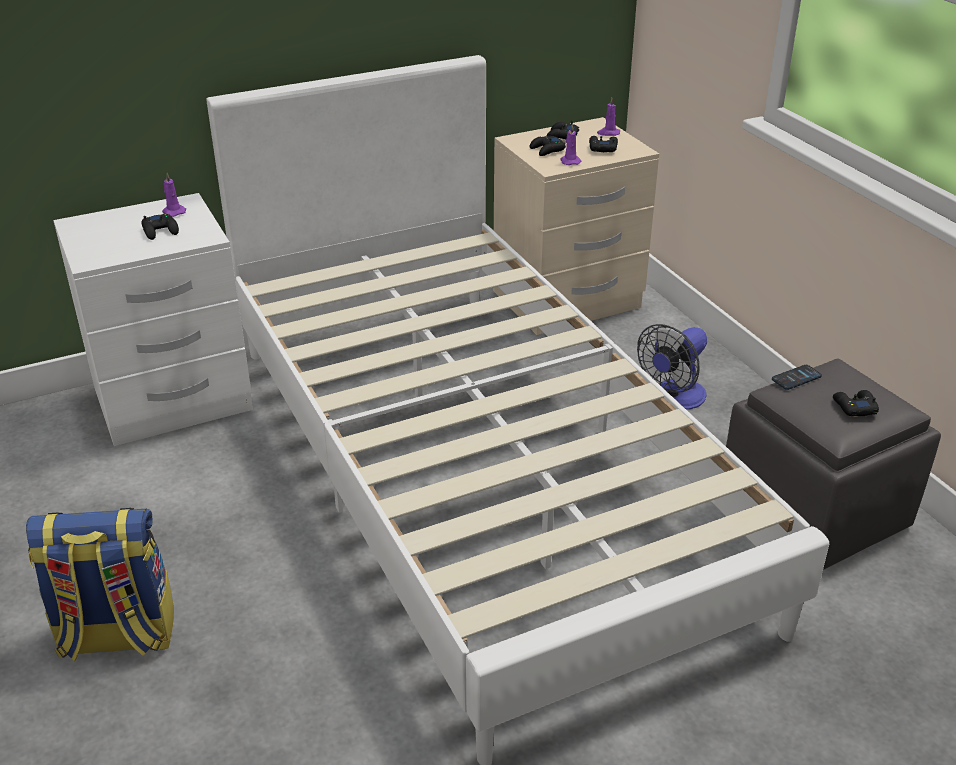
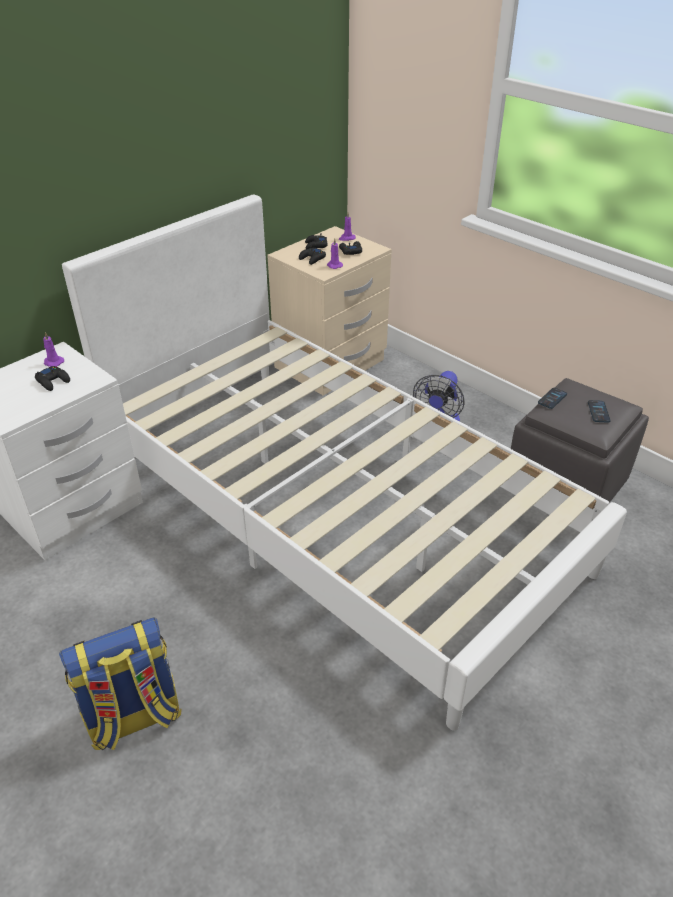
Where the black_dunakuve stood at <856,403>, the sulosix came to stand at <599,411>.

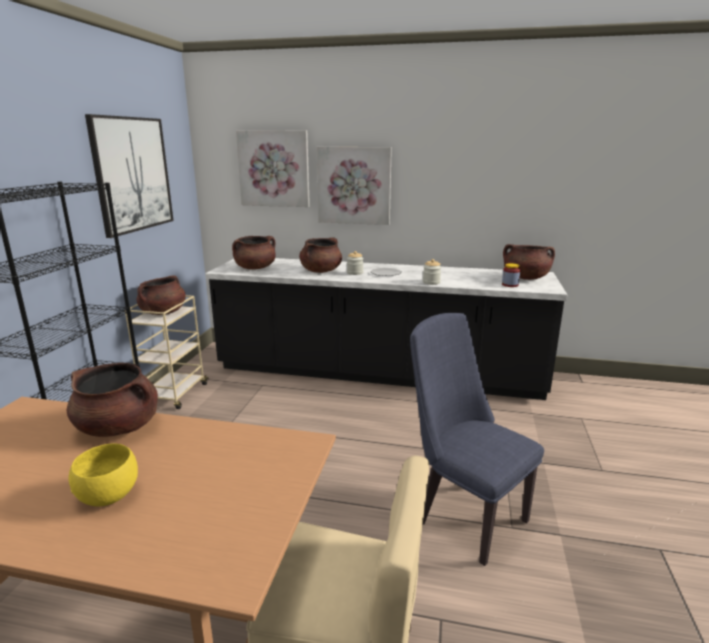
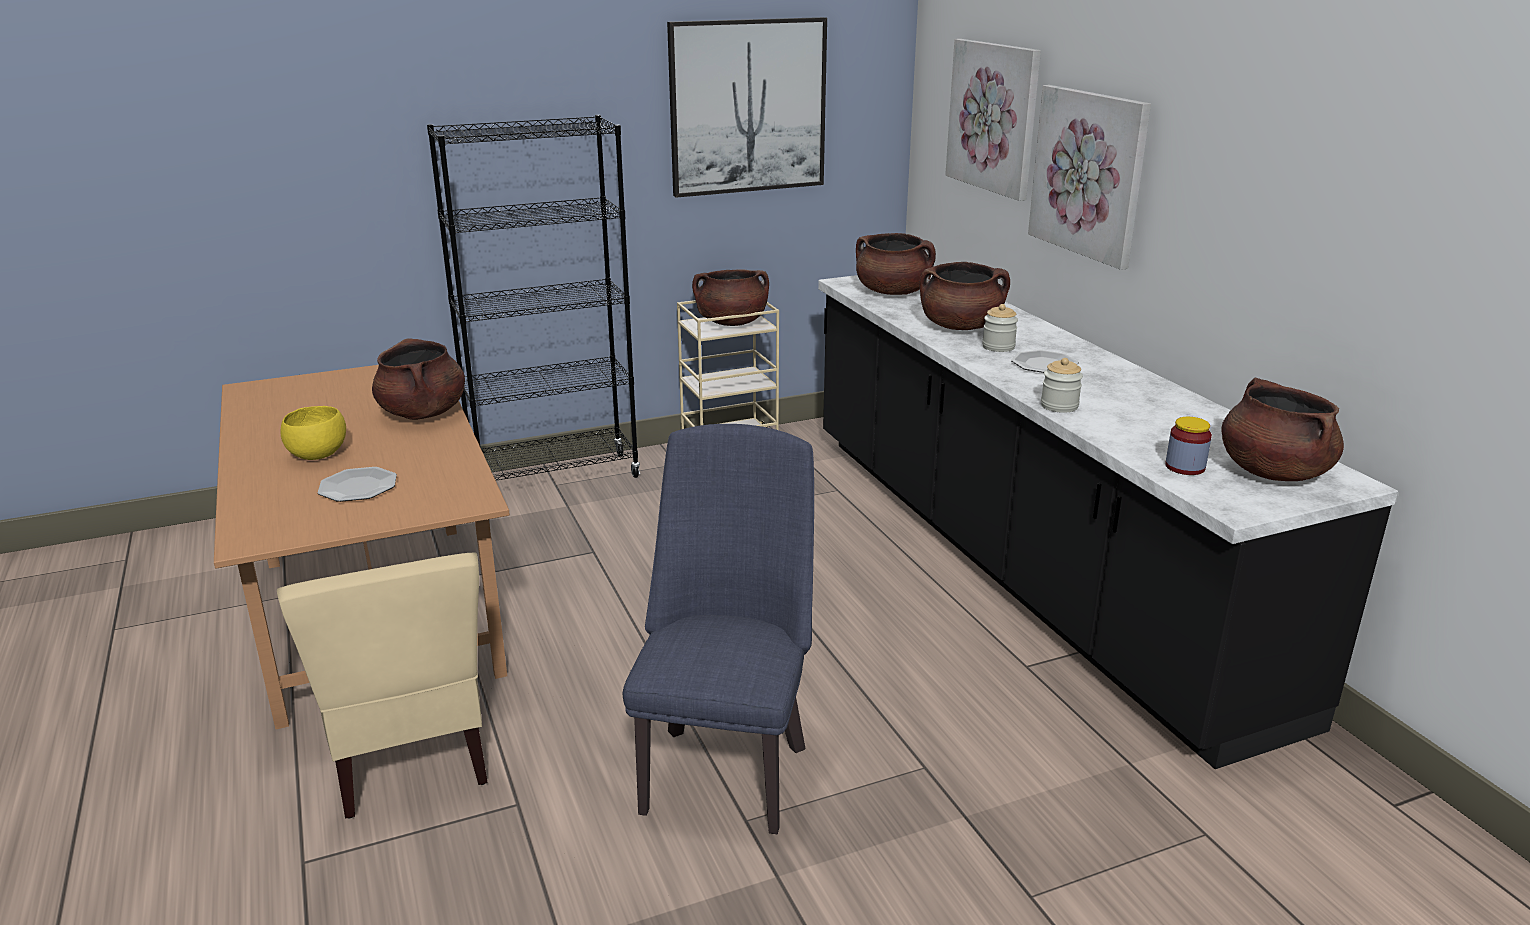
The second view gained the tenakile at <357,484>.

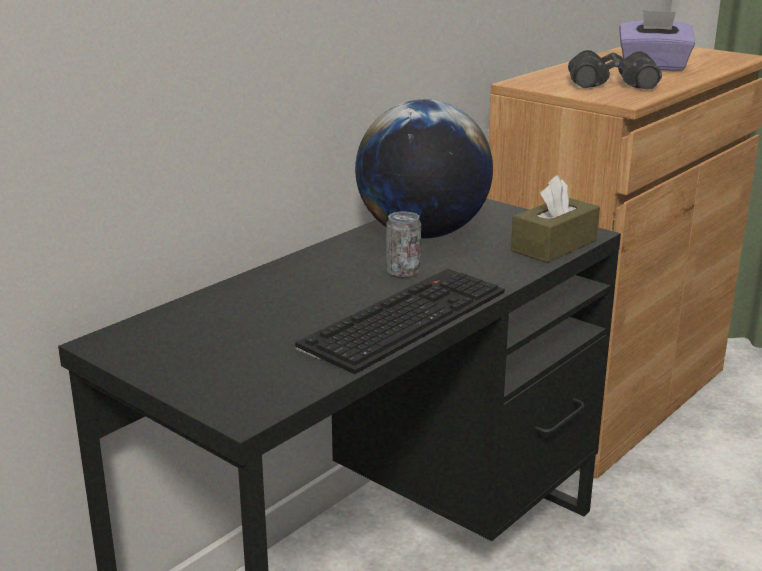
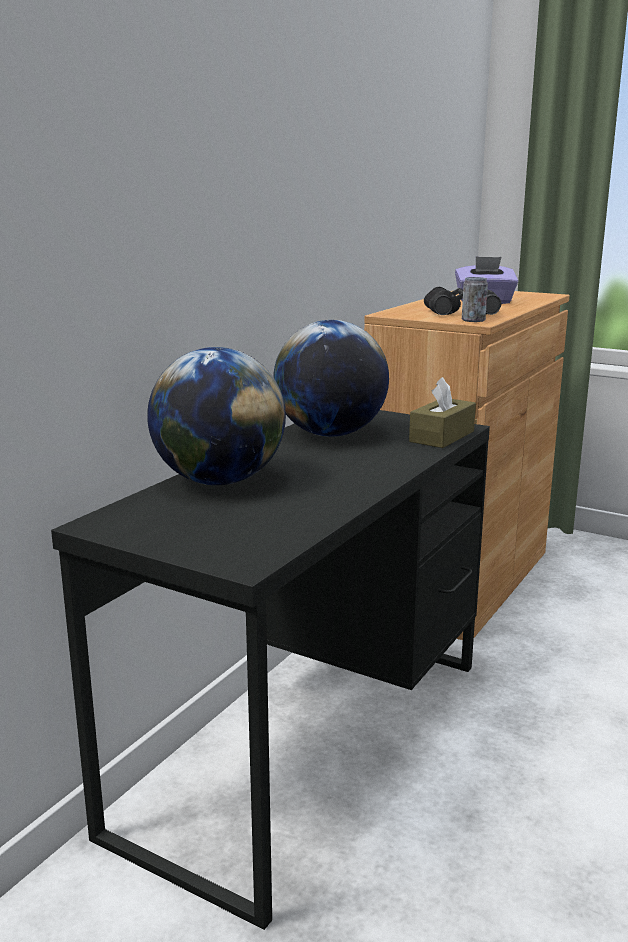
The second view lost the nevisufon at <400,321>.
The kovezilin ended up elsewhere, having gone from <403,244> to <475,299>.
The second view gained the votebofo at <216,416>.

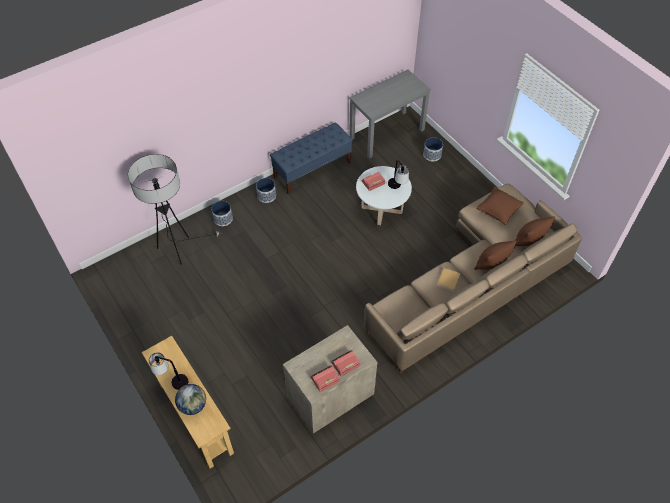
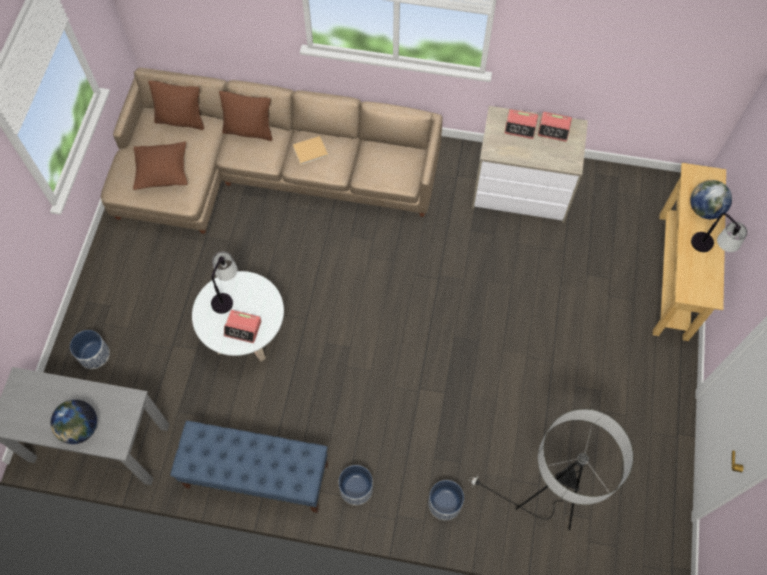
The second view gained the votebofo at <74,422>.

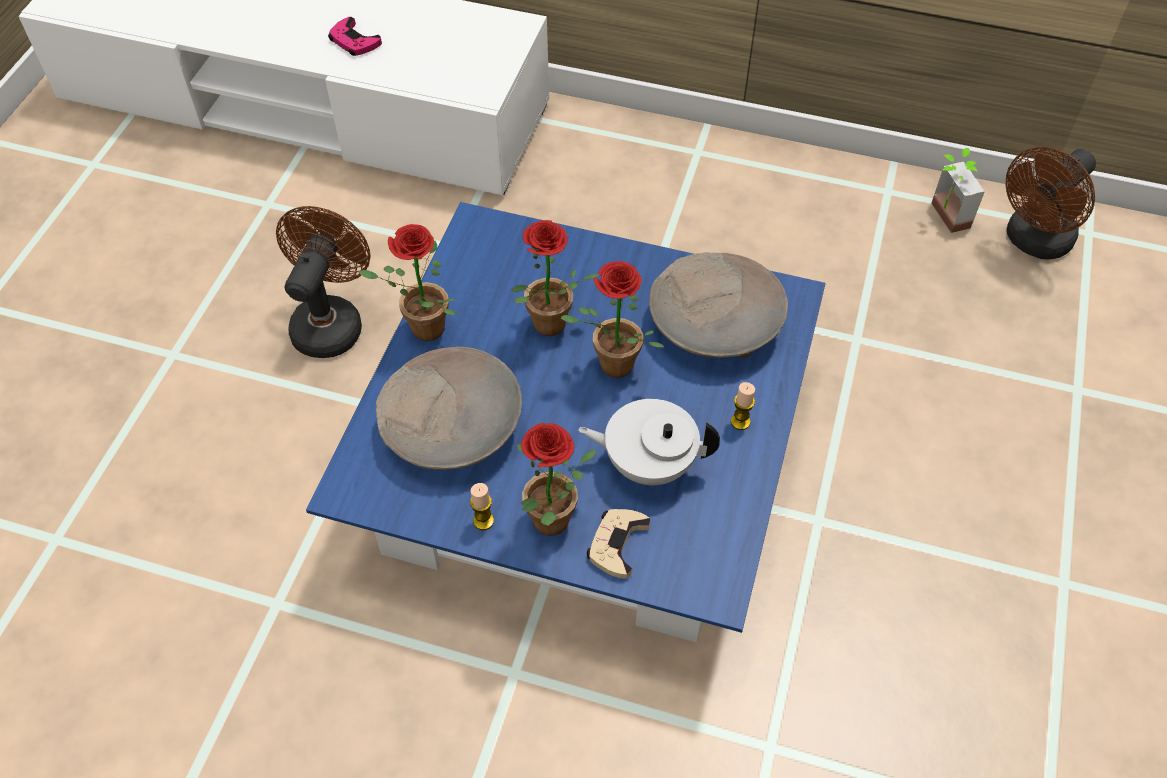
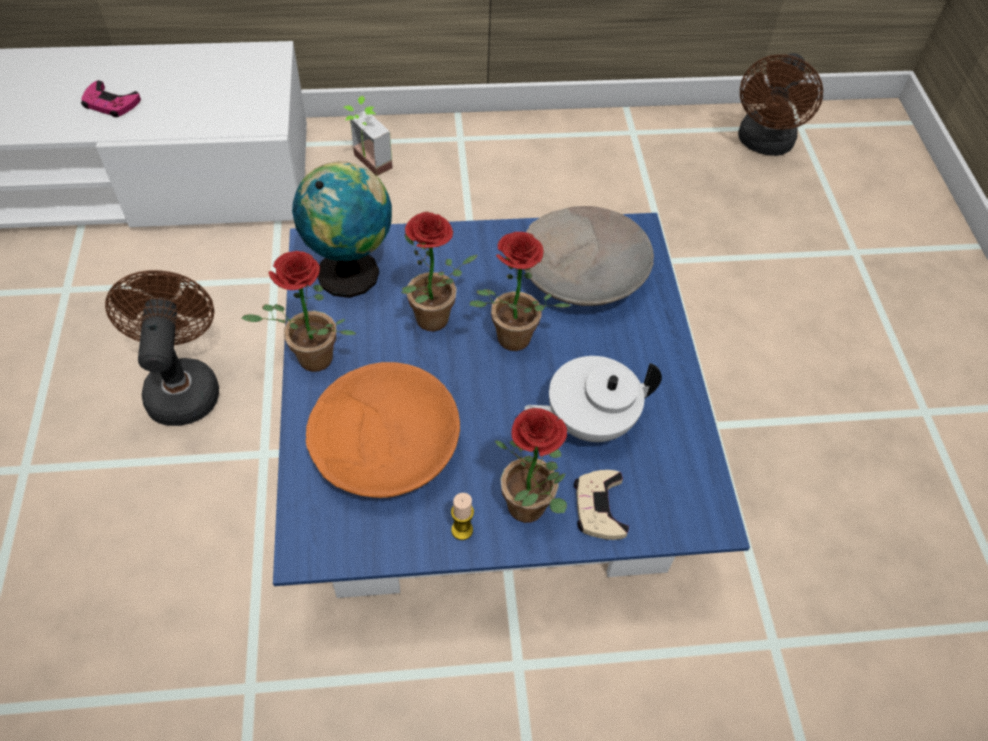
What was the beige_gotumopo at <449,408> turned into the orange_gotumopo at <383,430>.
The second view lost the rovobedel at <743,406>.
The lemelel ended up elsewhere, having gone from <958,190> to <368,136>.
The second view gained the votebofo at <342,229>.

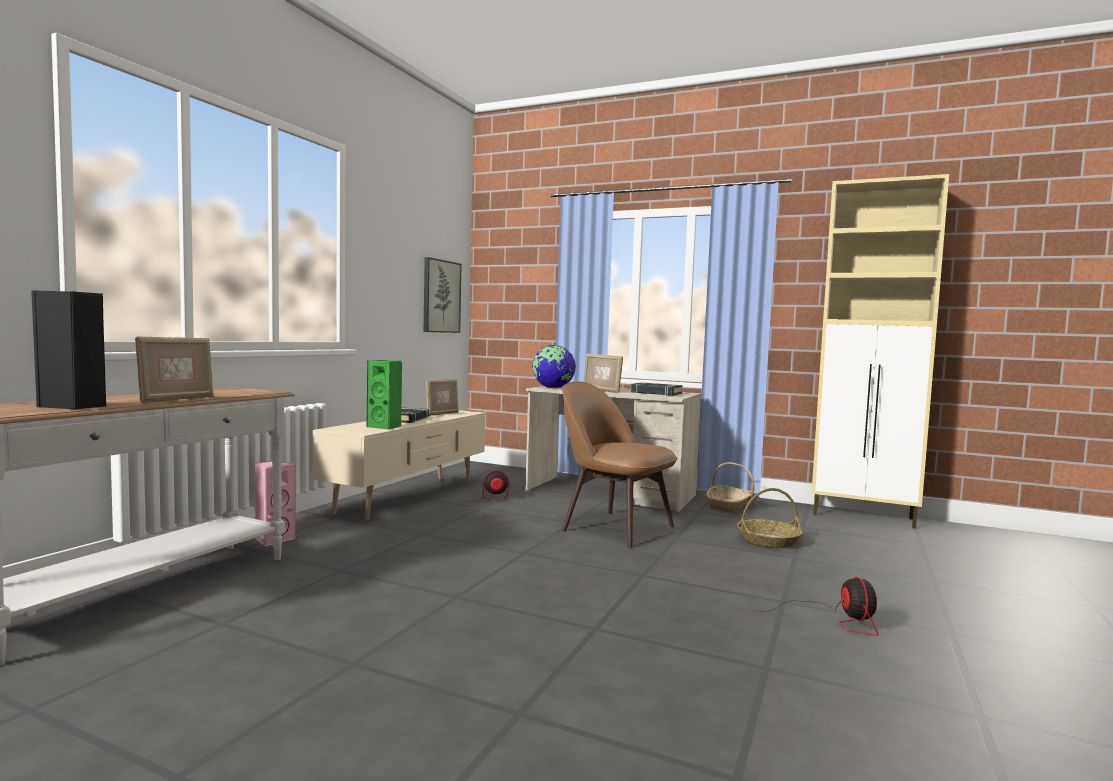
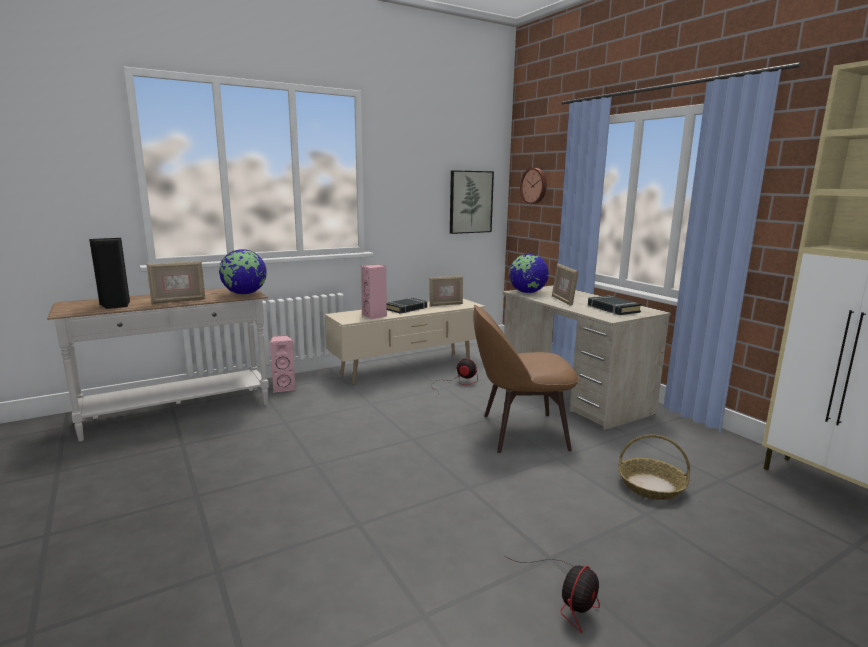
What was the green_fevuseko at <384,395> turned into the pink_fevuseko at <374,292>.
The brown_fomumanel at <620,464> ended up facing another way, 75 degrees counterclockwise from before.
The second view lost the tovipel at <731,487>.
The second view gained the votebofo at <243,272>.
The second view gained the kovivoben at <533,186>.

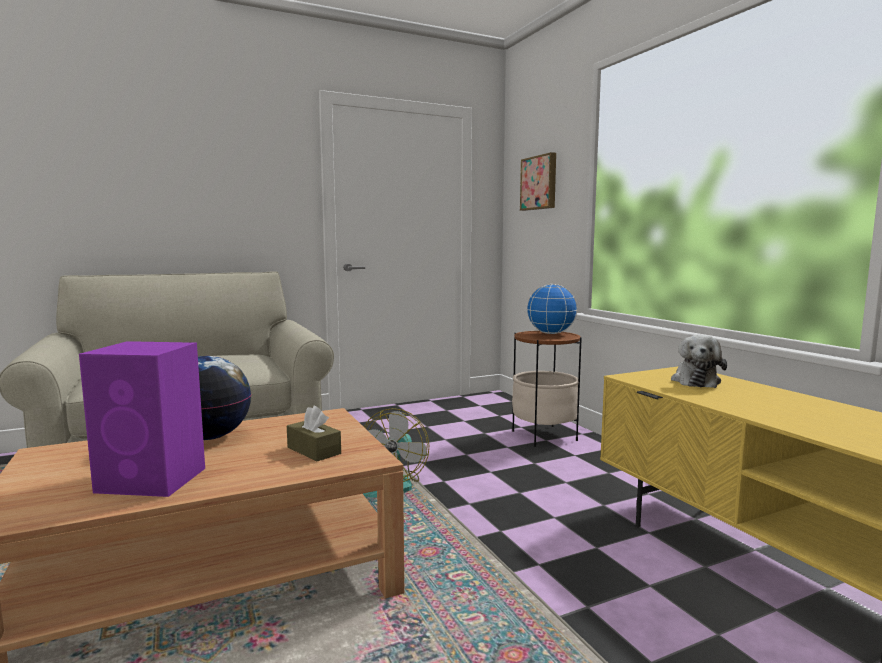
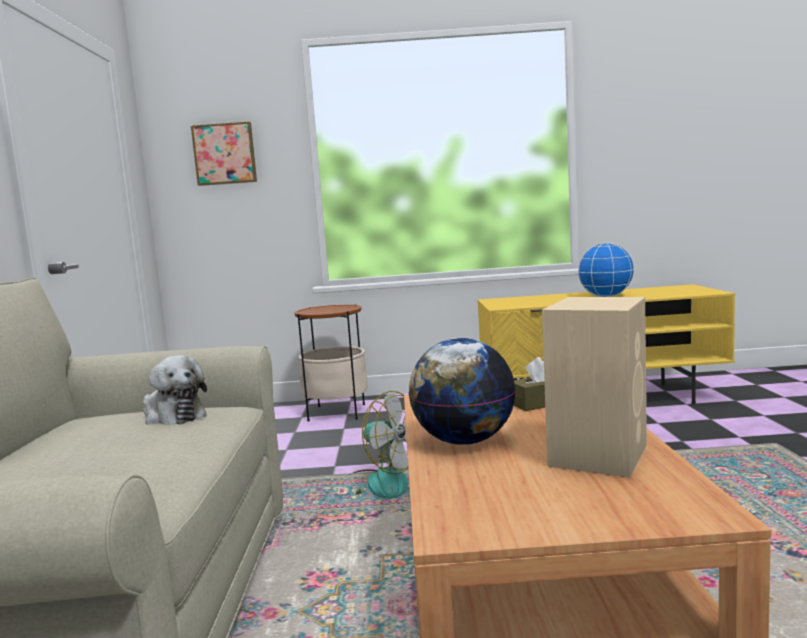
What was the purple_fevuseko at <142,419> turned into the beige_fevuseko at <594,387>.
The votebofo ended up elsewhere, having gone from <552,309> to <606,270>.
The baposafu ended up elsewhere, having gone from <699,361> to <175,390>.

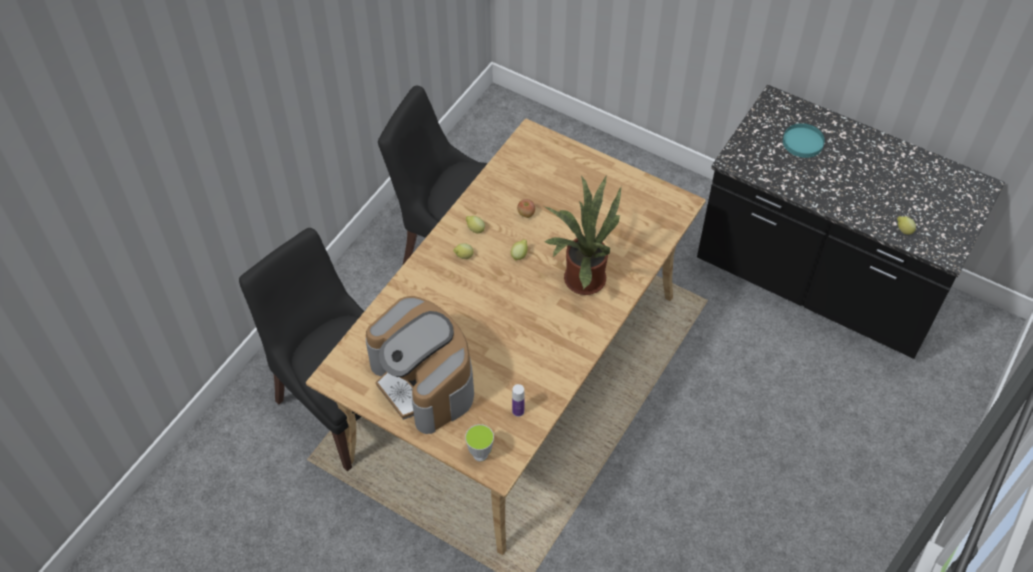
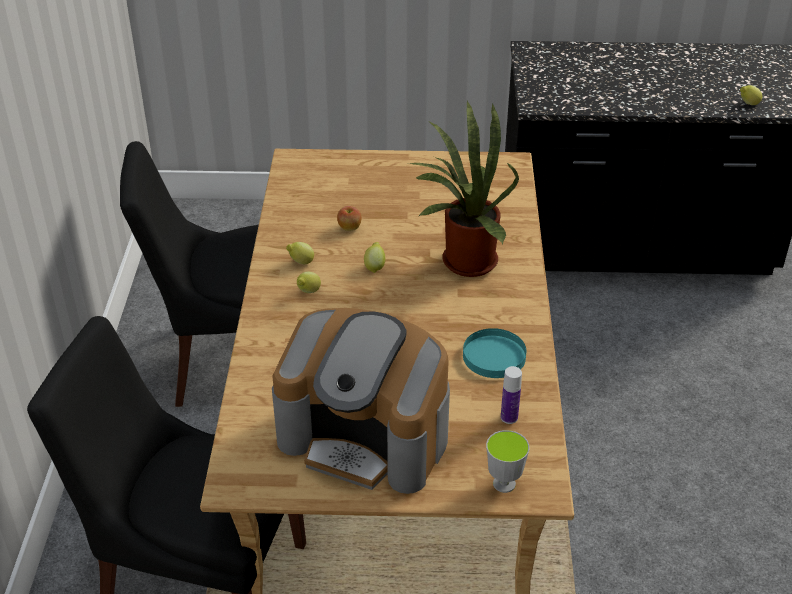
The turquoise_tenakile ended up elsewhere, having gone from <804,140> to <494,353>.

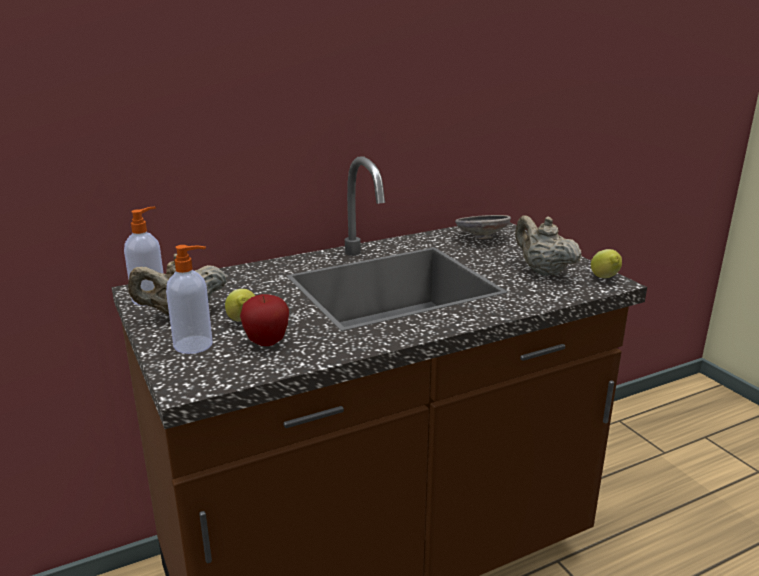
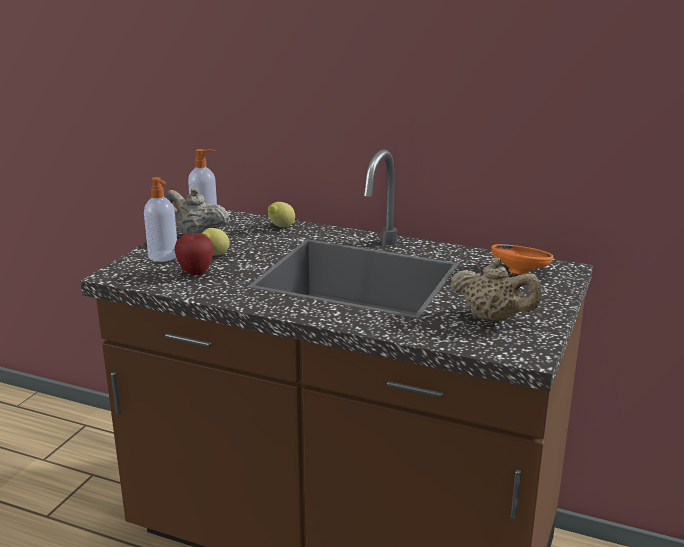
What was the grey_gotumopo at <483,227> turned into the orange_gotumopo at <522,259>.
The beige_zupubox at <548,246> ended up facing another way, 105 degrees clockwise from before.
The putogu ended up elsewhere, having gone from <606,263> to <281,214>.

